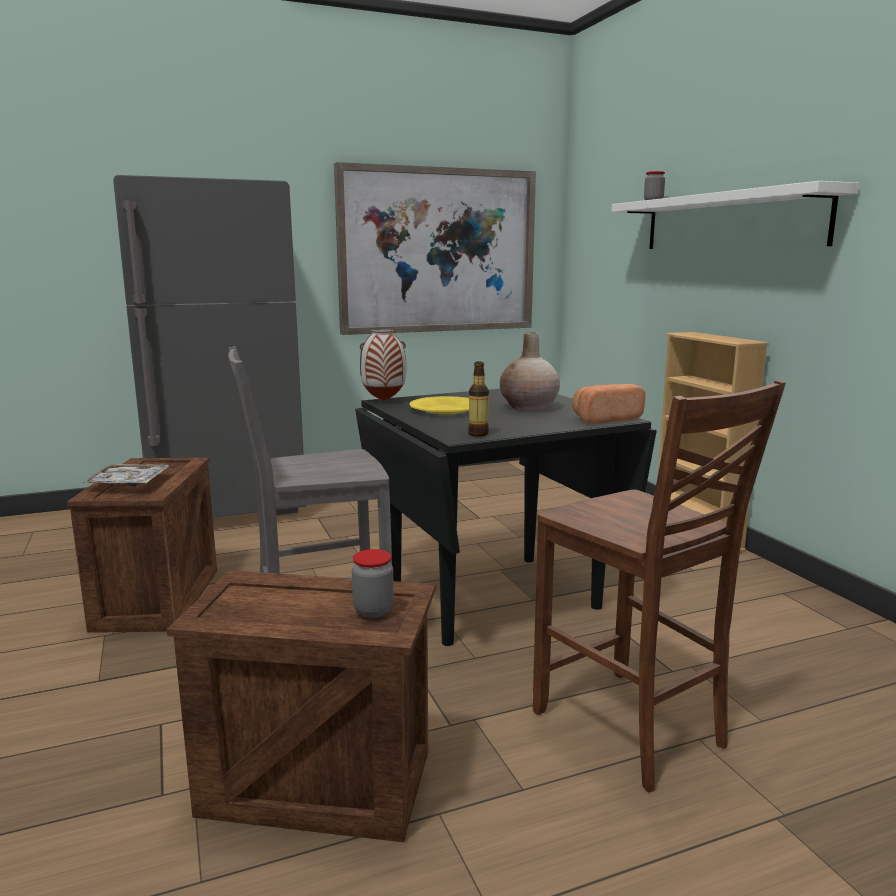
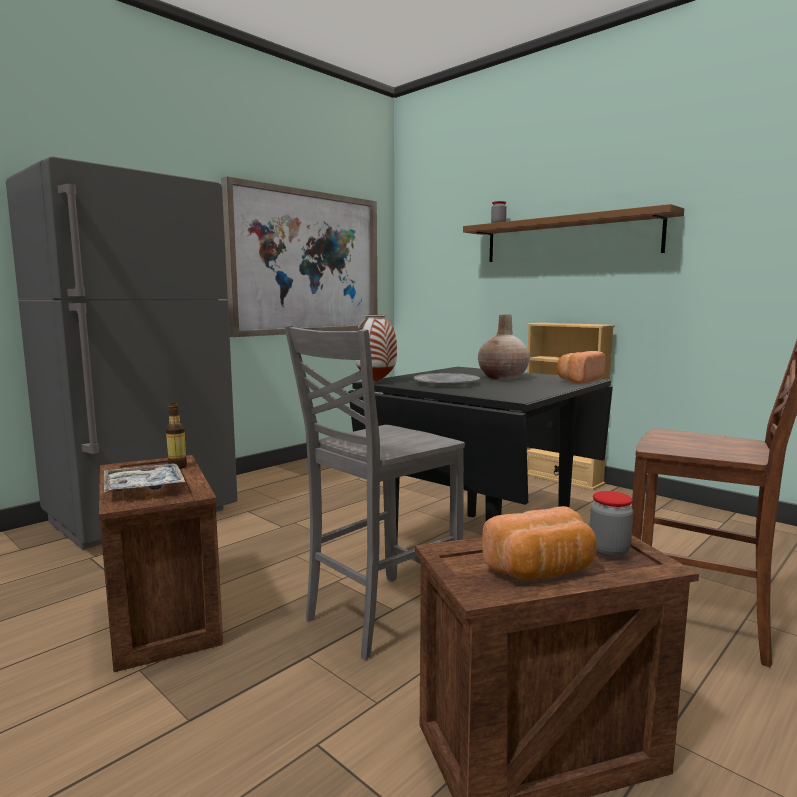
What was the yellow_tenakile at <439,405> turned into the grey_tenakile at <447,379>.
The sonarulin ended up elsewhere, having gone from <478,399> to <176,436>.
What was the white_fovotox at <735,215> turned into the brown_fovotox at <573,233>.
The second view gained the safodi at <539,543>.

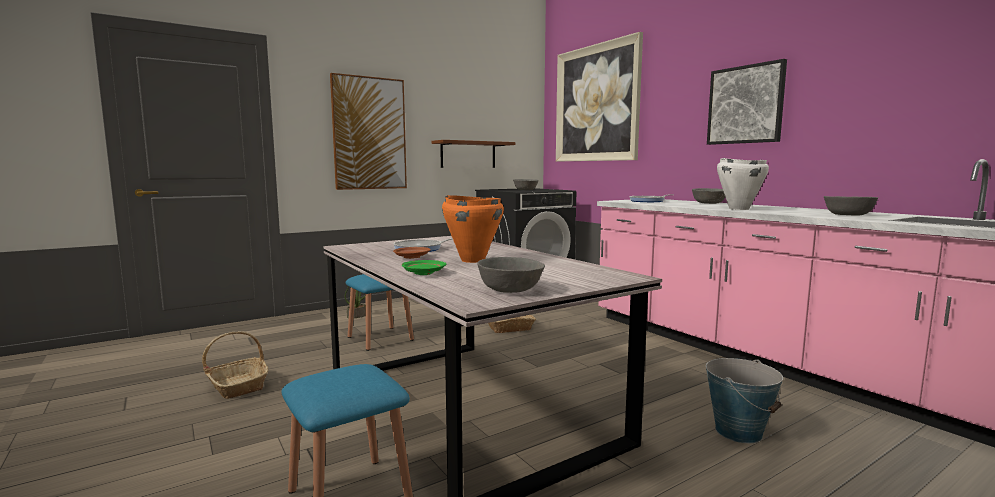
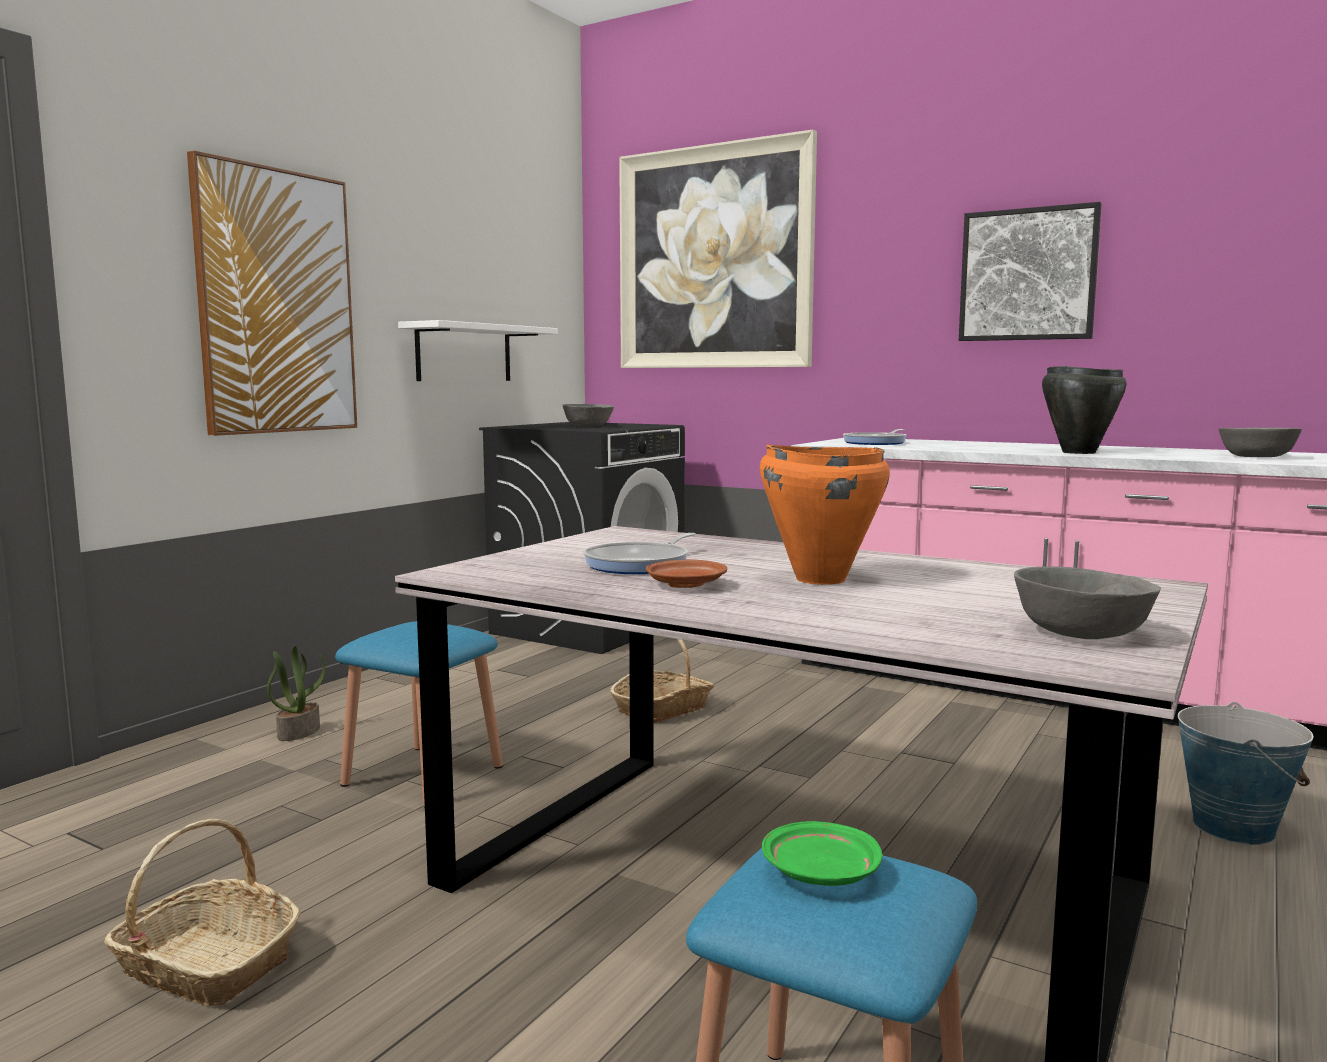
The green_tenakile ended up elsewhere, having gone from <424,267> to <822,853>.
What was the brown_fovotox at <473,154> turned into the white_fovotox at <478,350>.
The second view lost the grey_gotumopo at <708,196>.
What was the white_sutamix at <743,184> turned into the black_sutamix at <1084,410>.

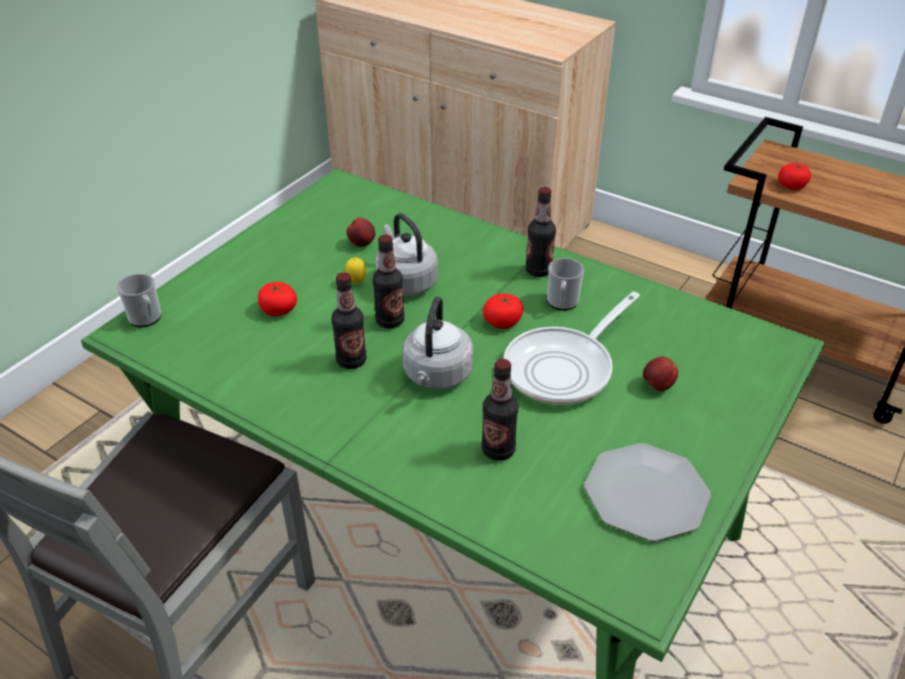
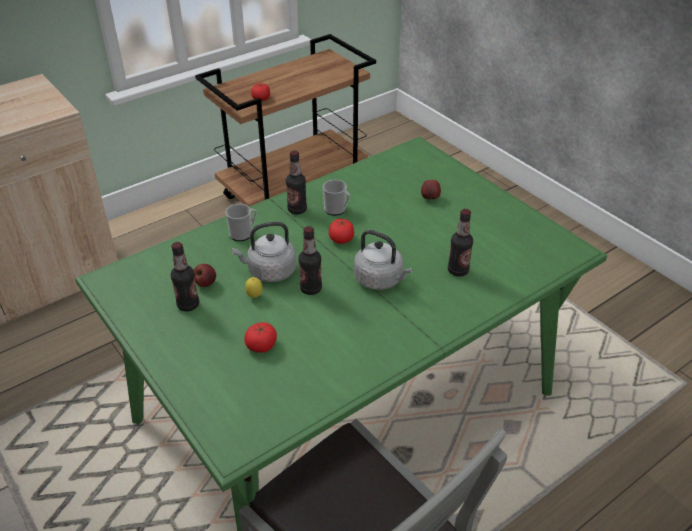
The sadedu ended up elsewhere, having gone from <139,300> to <241,222>.
The sonarulin ended up elsewhere, having gone from <349,320> to <185,277>.
The second view lost the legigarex at <571,348>.
The second view lost the tenakile at <647,492>.

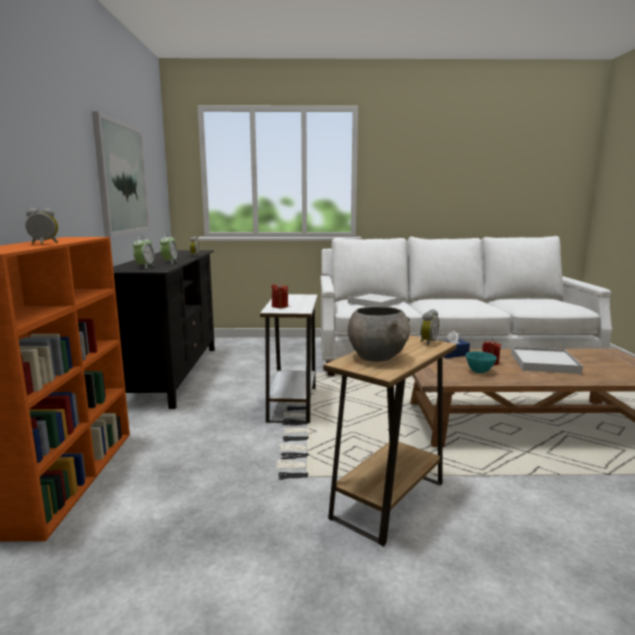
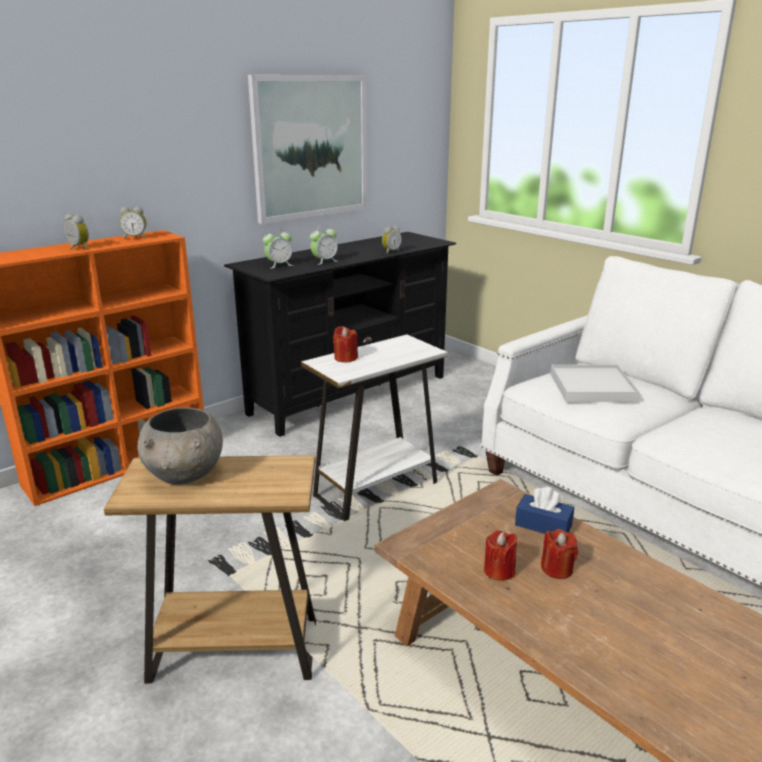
The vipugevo ended up elsewhere, having gone from <429,327> to <133,222>.
Where the turquoise_gotumopo stood at <481,362>, the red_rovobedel came to stand at <500,555>.
The second view lost the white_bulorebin at <547,360>.

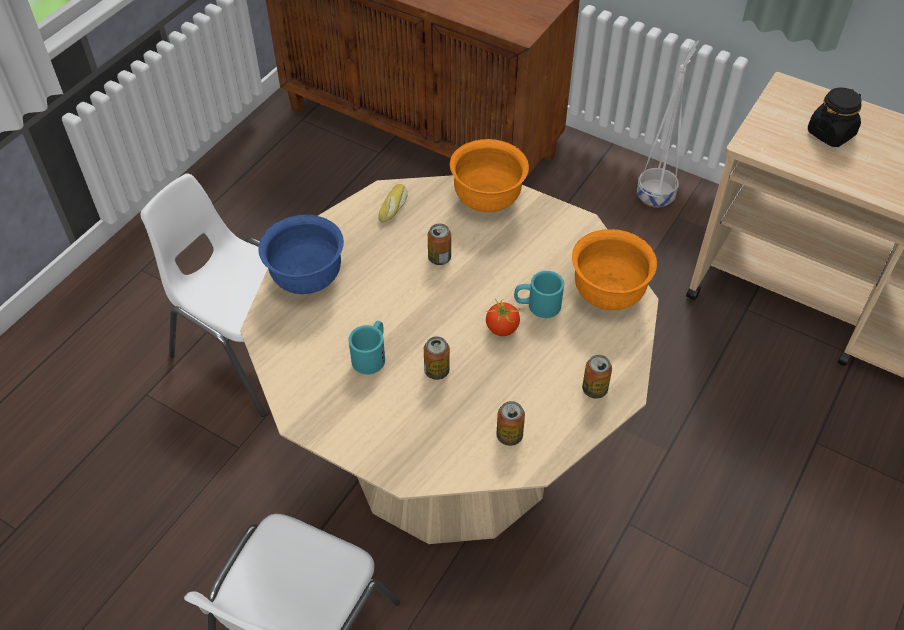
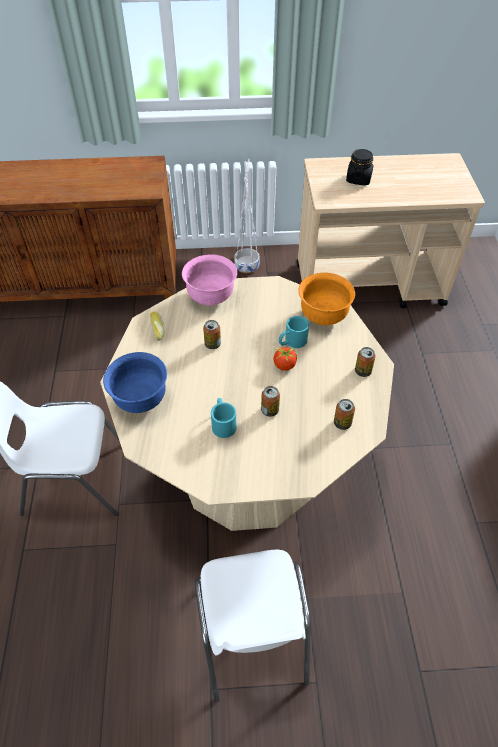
What was the orange_gotumopo at <489,175> turned into the pink_gotumopo at <209,280>.

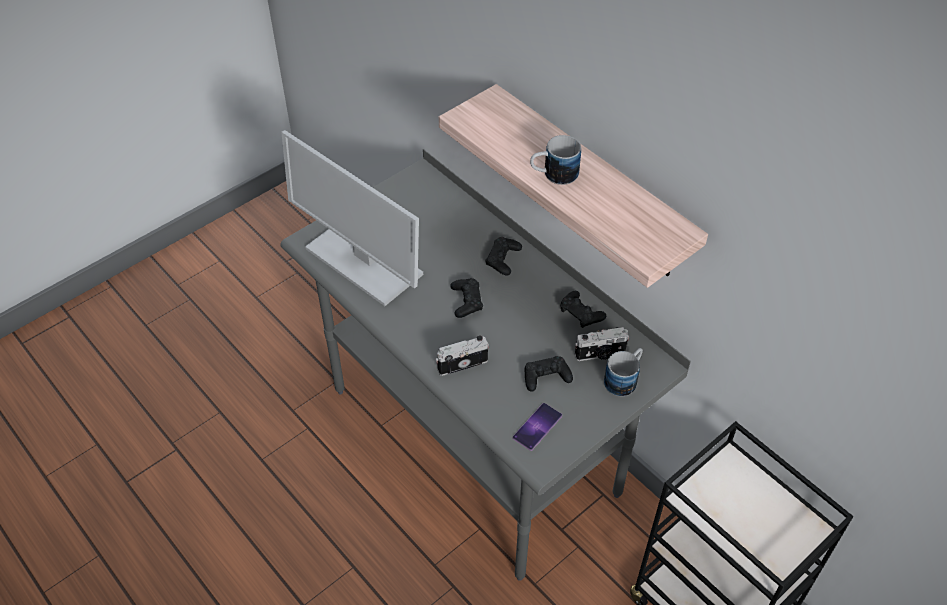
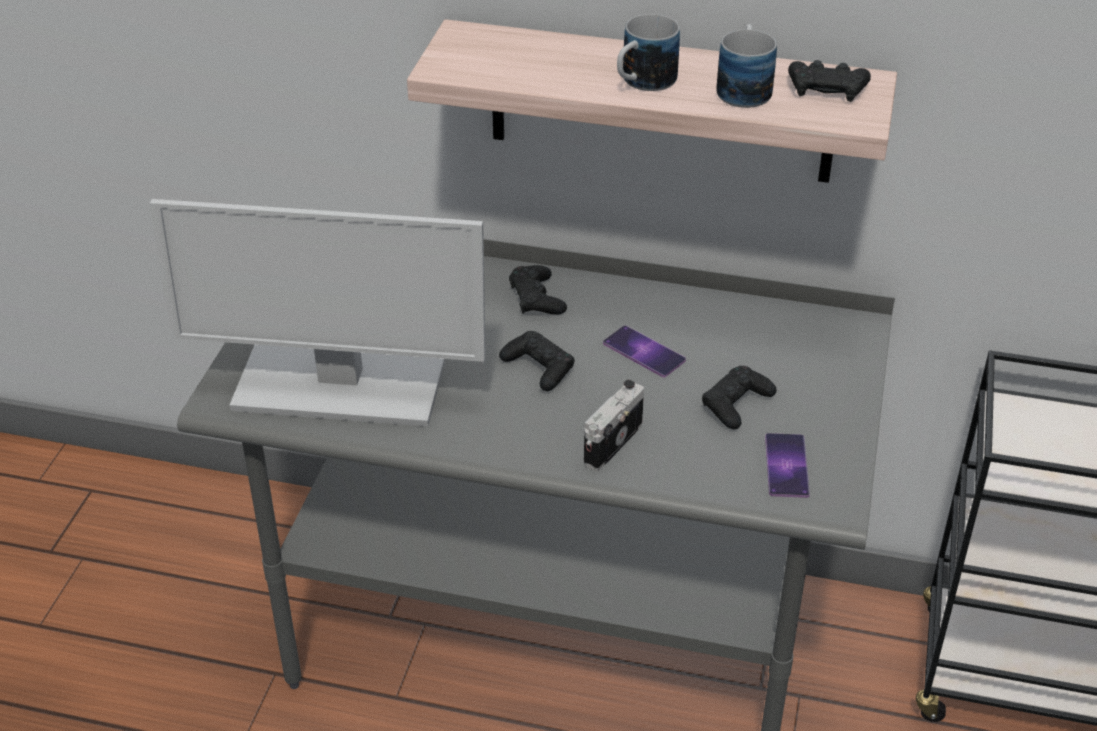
The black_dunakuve ended up elsewhere, having gone from <583,309> to <829,81>.
The second view lost the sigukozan at <602,344>.
The sadedu ended up elsewhere, having gone from <623,372> to <746,66>.
The second view gained the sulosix at <644,351>.

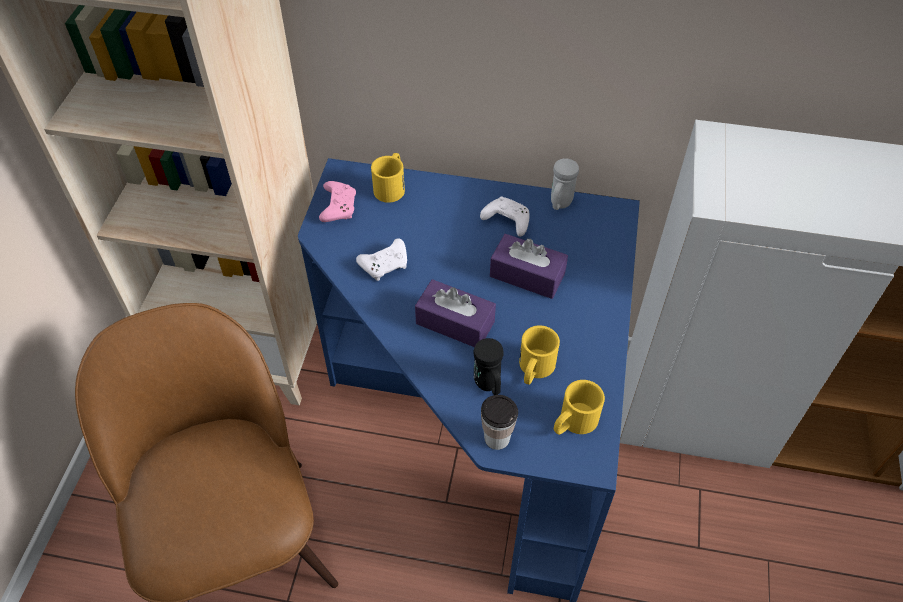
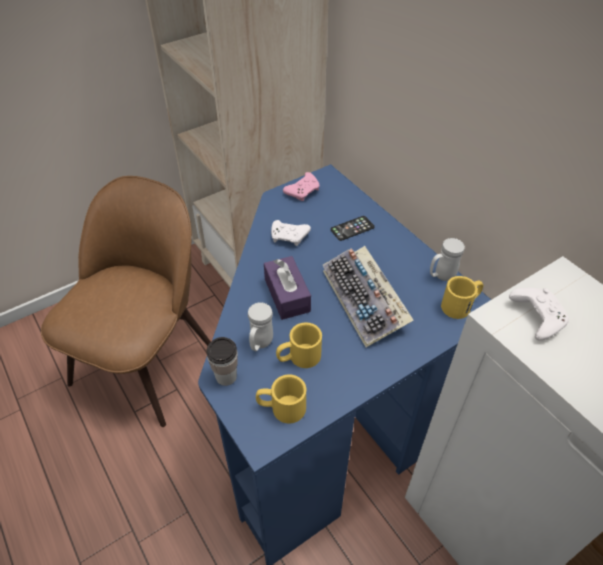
The yellow_sadedu ended up elsewhere, having gone from <388,178> to <462,297>.
What was the black_sadedu at <488,366> turned into the white_sadedu at <260,326>.
The white_dunakuve ended up elsewhere, having gone from <505,216> to <539,314>.
Where the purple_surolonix stood at <529,266>, the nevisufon came to stand at <368,297>.
The second view gained the sulosix at <352,228>.

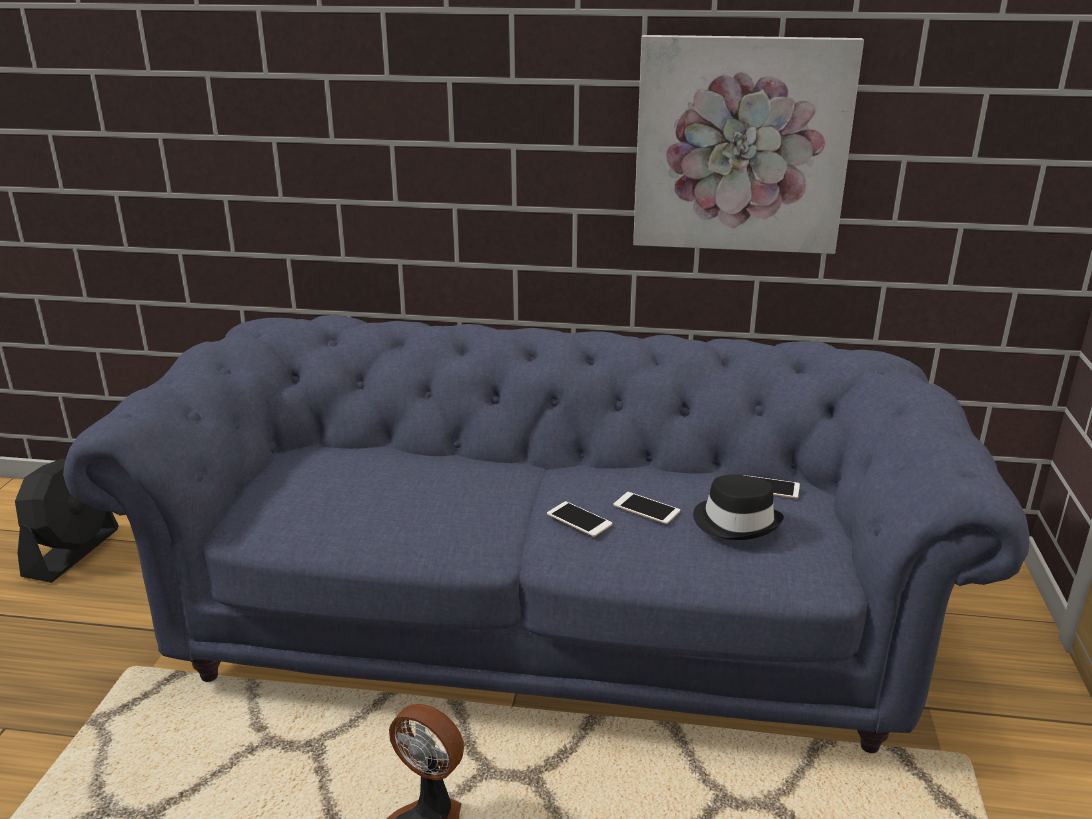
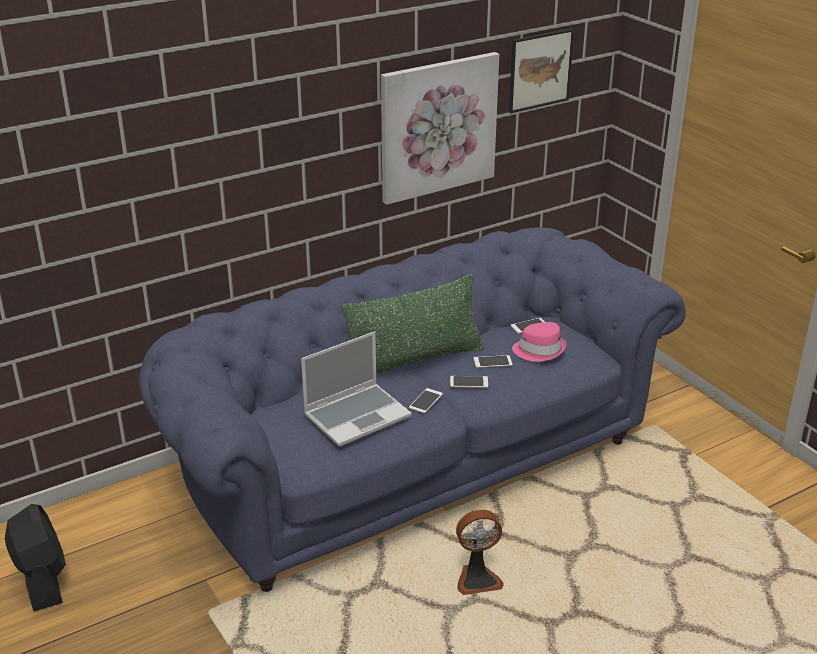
What was the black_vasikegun at <738,507> turned into the pink_vasikegun at <539,342>.
The second view gained the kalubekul at <356,389>.
The second view gained the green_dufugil at <412,324>.
The second view gained the sulosix at <426,400>.
The second view gained the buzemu at <541,70>.

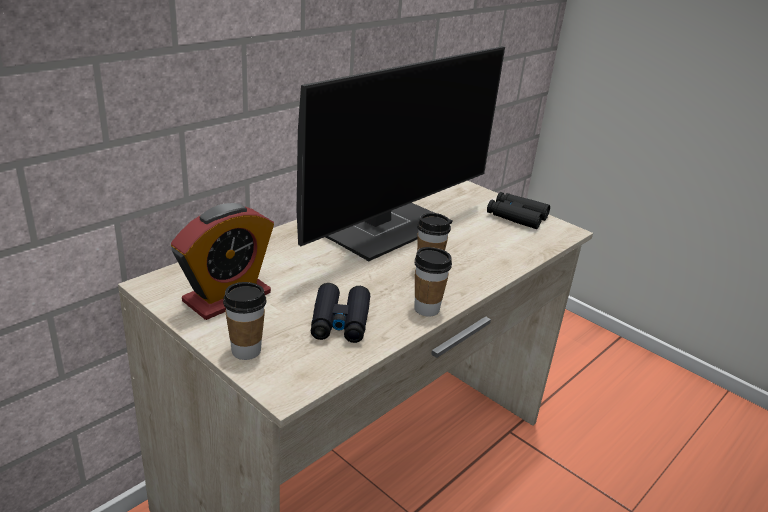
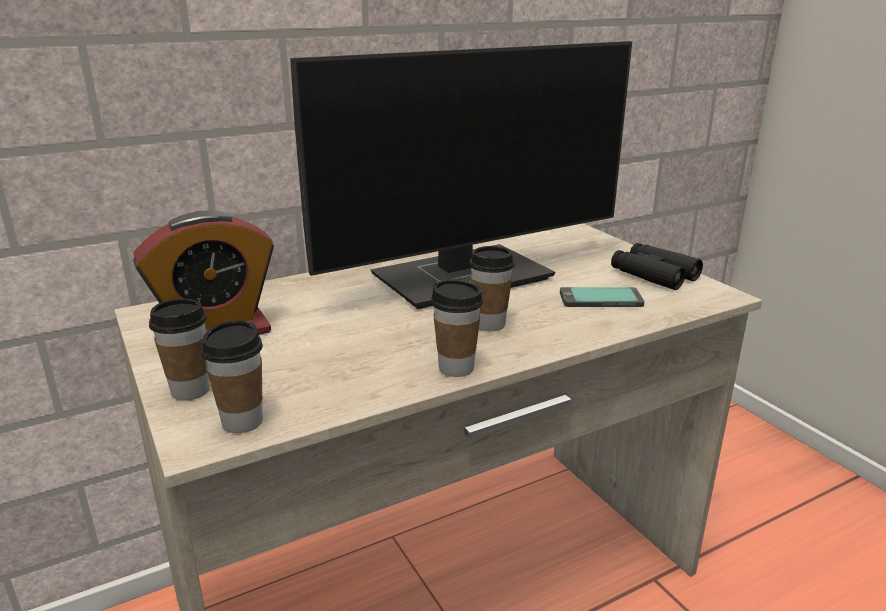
The second view lost the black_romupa at <340,313>.
The second view gained the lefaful at <232,376>.
The second view gained the sulosix at <602,297>.

